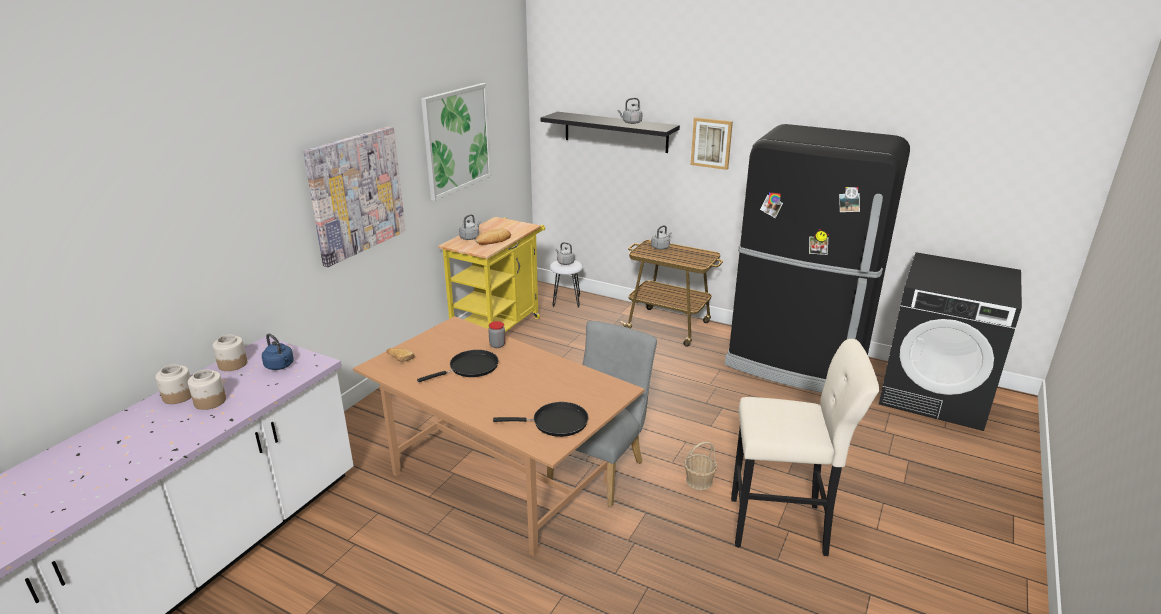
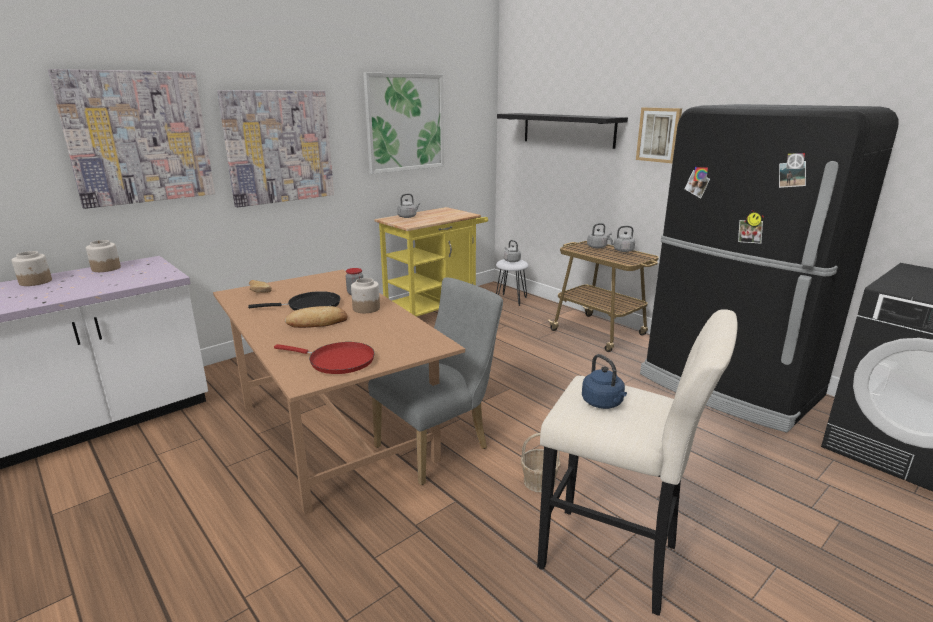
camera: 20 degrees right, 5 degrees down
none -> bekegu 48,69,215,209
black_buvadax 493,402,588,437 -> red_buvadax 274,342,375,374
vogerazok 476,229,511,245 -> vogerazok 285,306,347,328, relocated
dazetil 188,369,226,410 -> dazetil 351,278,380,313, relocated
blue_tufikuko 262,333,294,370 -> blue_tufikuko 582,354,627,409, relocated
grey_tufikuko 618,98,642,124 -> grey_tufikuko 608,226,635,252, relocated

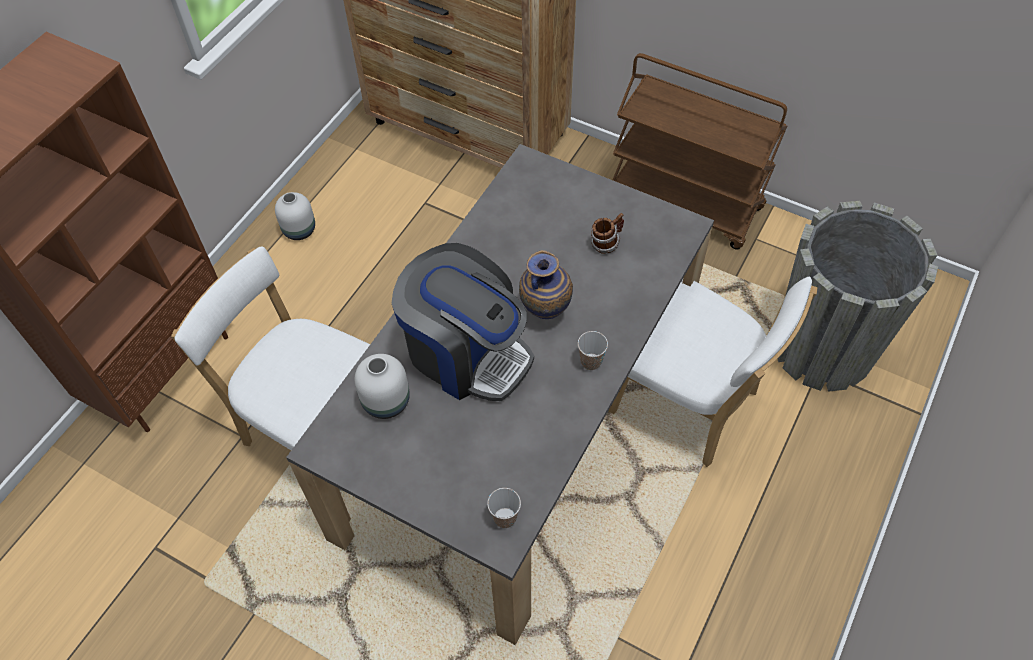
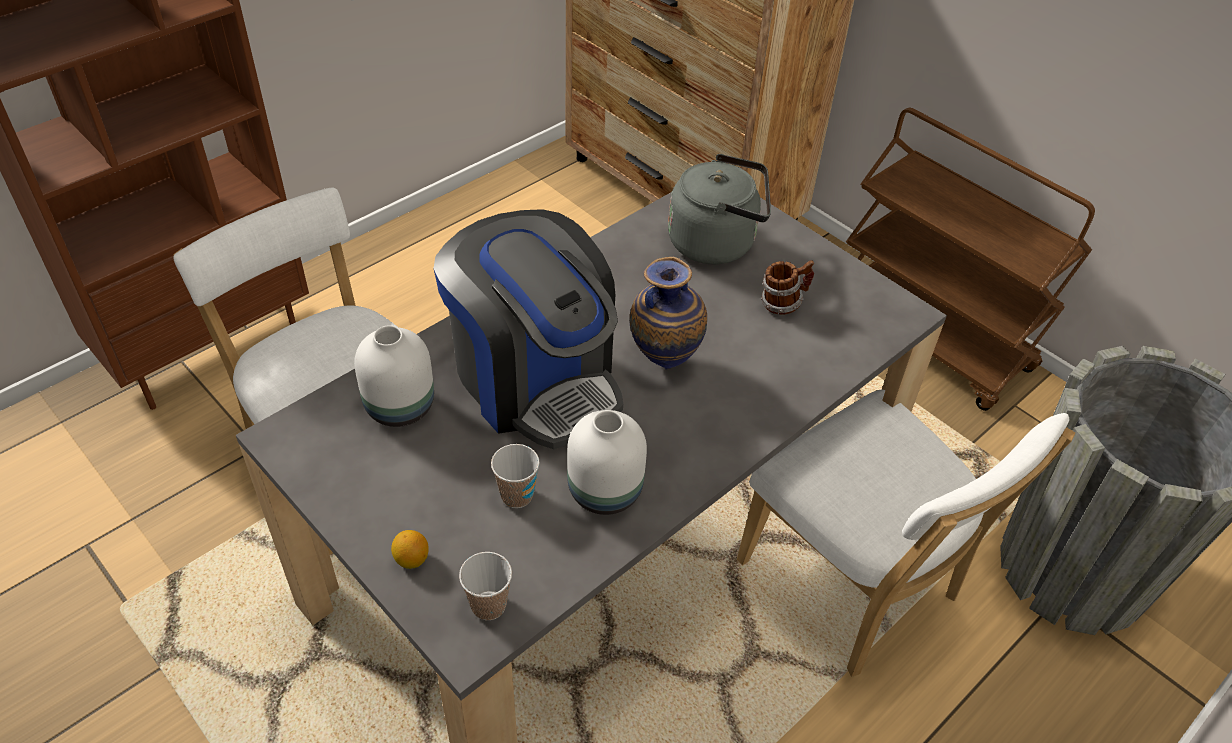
camera: 15 degrees right, 10 degrees down
none -> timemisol 391,530,429,569
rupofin 578,331,608,370 -> rupofin 491,444,540,508, relocated
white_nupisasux 275,192,315,240 -> white_nupisasux 567,410,647,515, relocated
none -> grey_tufikuko 668,154,771,264

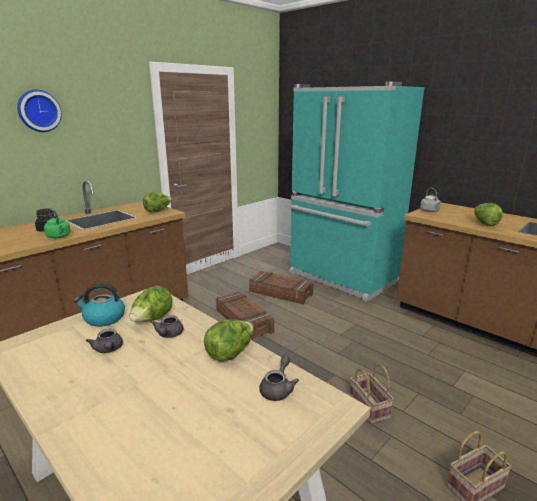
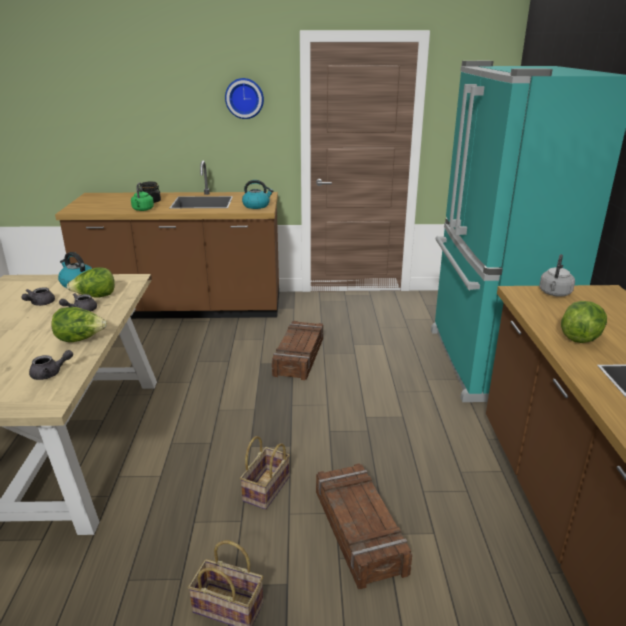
camera: 45 degrees right, 5 degrees up
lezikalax 17,90,62,132 -> lezikalax 225,78,264,119, relocated
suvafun 143,192,172,213 -> tufikuko 242,180,273,209
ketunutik 249,271,313,305 -> ketunutik 316,463,412,589, relocated

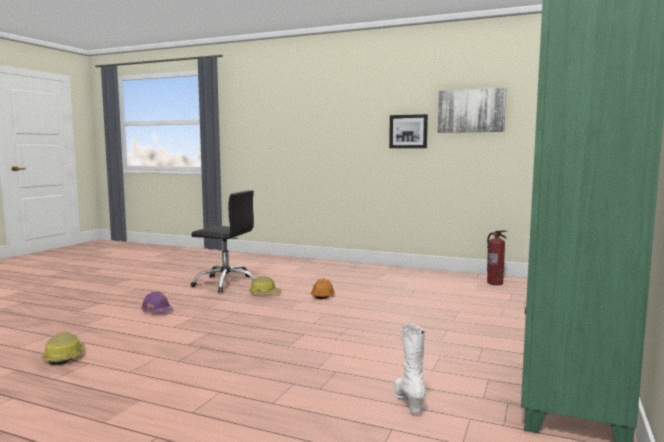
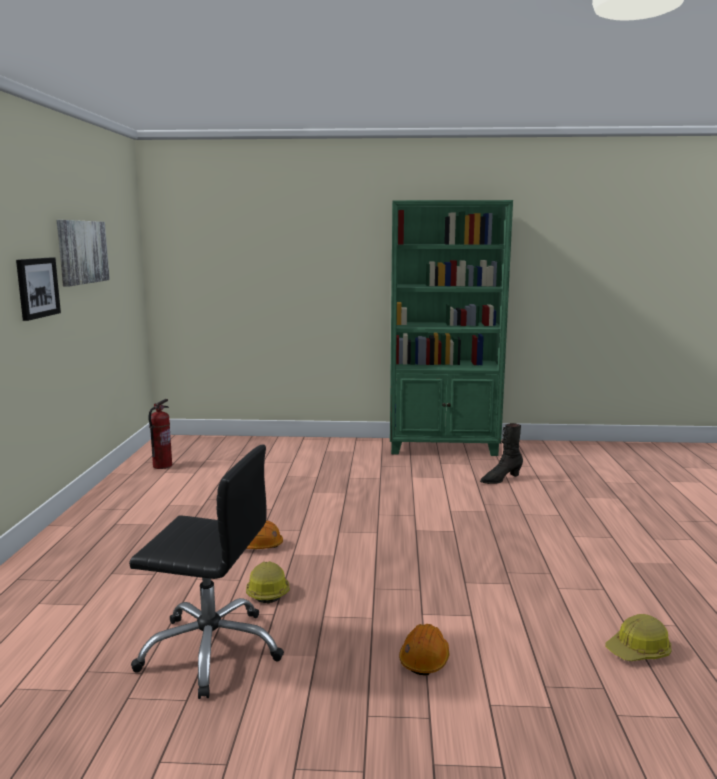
camera: 110 degrees left, 5 degrees up
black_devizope 191,190,255,293 -> black_devizope 129,445,284,699, 105 degrees clockwise
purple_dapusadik 141,292,173,313 -> orange_dapusadik 399,624,450,675
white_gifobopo 394,323,426,413 -> black_gifobopo 480,423,523,484

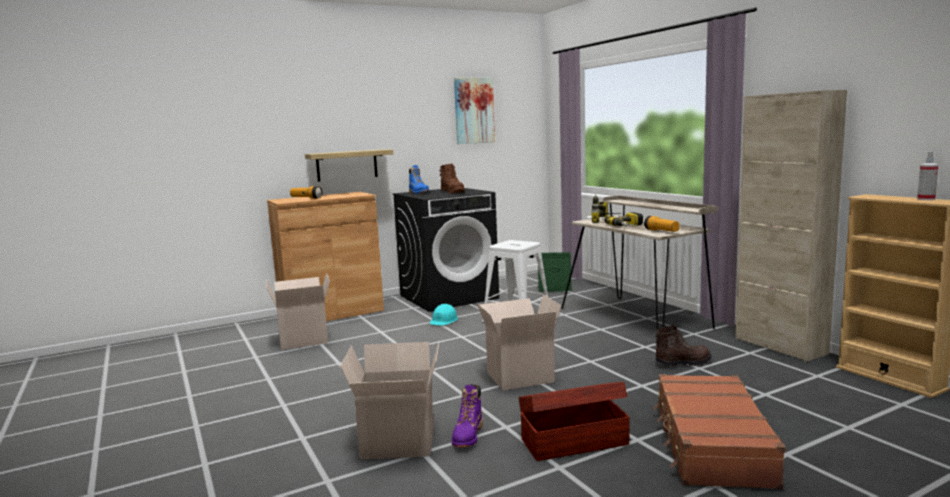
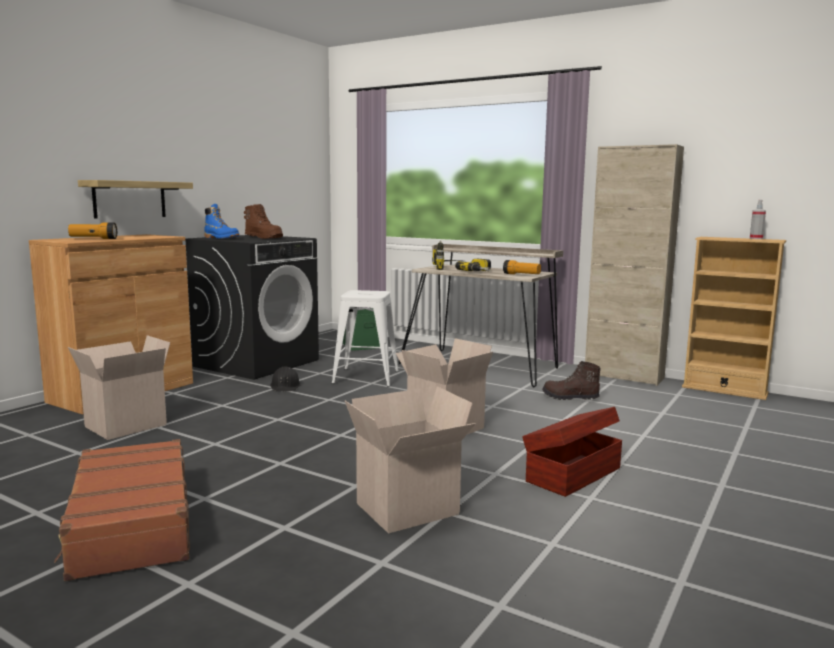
camera: 30 degrees left, 0 degrees up
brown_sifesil 654,374,786,489 -> brown_sifesil 54,439,190,581, relocated
turquoise_dapusadik 430,304,458,326 -> black_dapusadik 270,366,301,392
brown_gifobopo 655,325,712,366 -> brown_gifobopo 542,361,601,400, 120 degrees counterclockwise
purple_gifobopo 452,384,483,448 -> none
bekegu 454,78,495,144 -> none

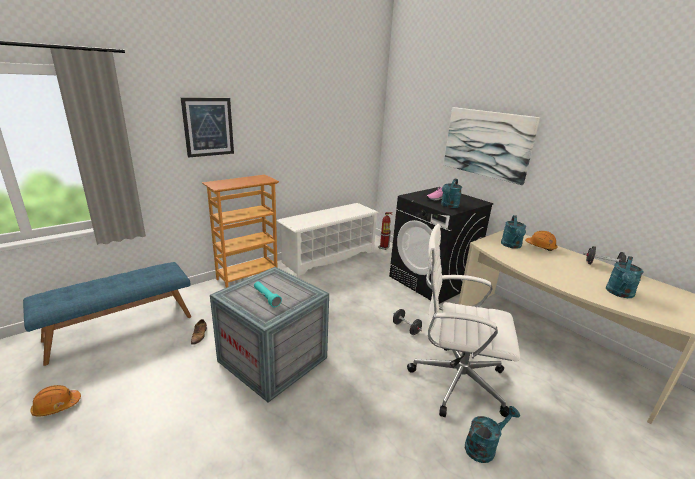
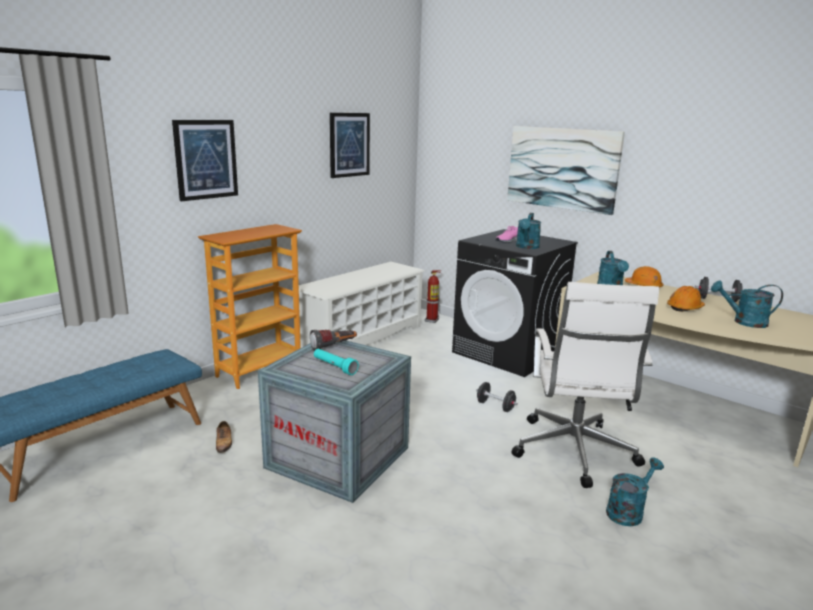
camera: 10 degrees left, 5 degrees down
none -> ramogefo 310,330,357,351
none -> bekegu 330,113,370,178
white_devizope 407,224,520,417 -> white_devizope 512,282,659,488, 90 degrees counterclockwise
orange_dapusadik 30,385,81,417 -> orange_dapusadik 667,286,705,312, relocated
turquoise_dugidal 606,256,643,298 -> turquoise_dugidal 711,281,783,328, 75 degrees clockwise

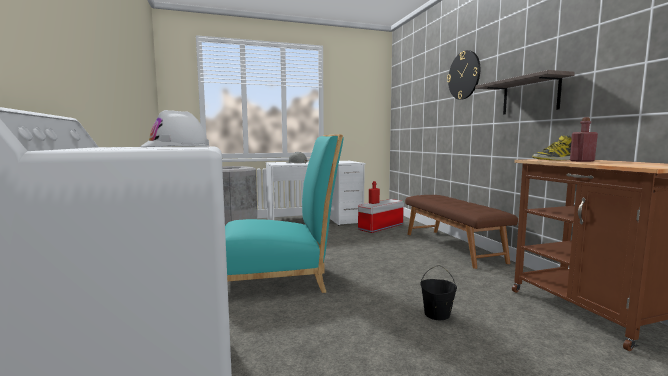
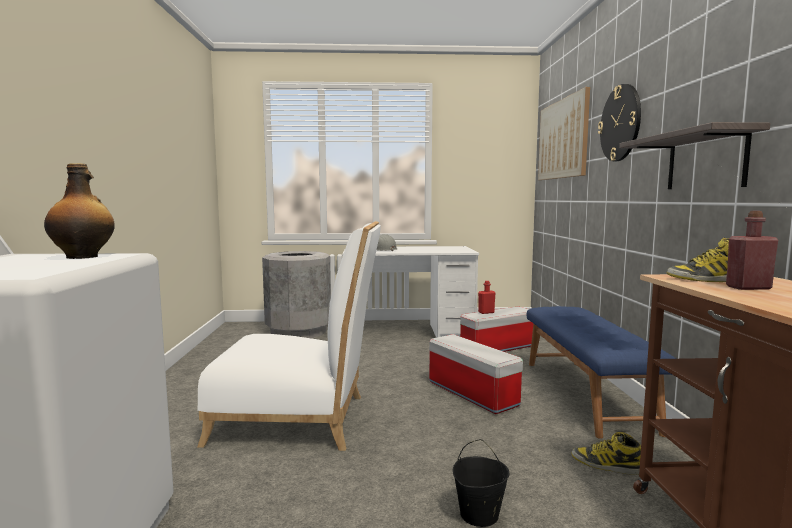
camera: 15 degrees right, 0 degrees up
white_dapusadik 141,110,209,147 -> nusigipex 44,163,115,259
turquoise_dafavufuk 225,134,344,293 -> white_dafavufuk 197,221,381,451
none -> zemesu 429,334,523,414
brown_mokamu 405,195,518,269 -> blue_mokamu 527,306,676,439
none -> bekegu 538,87,590,180
none -> gifobopo 572,432,641,475

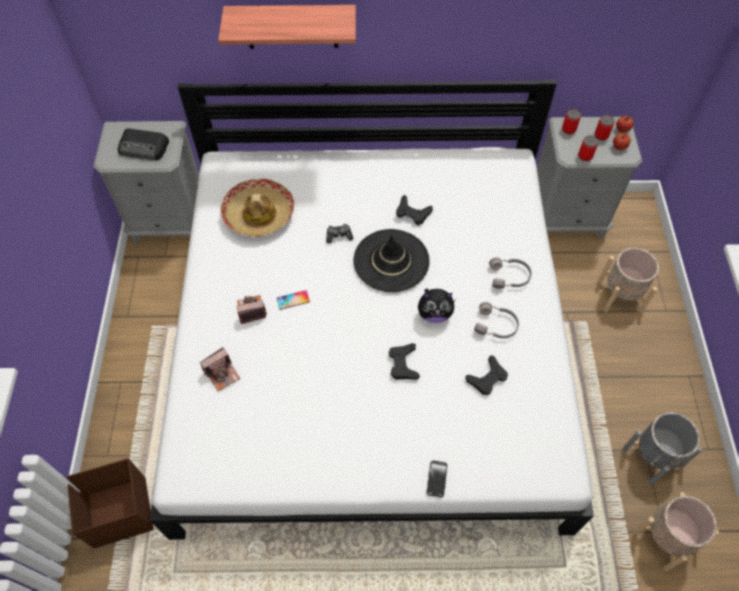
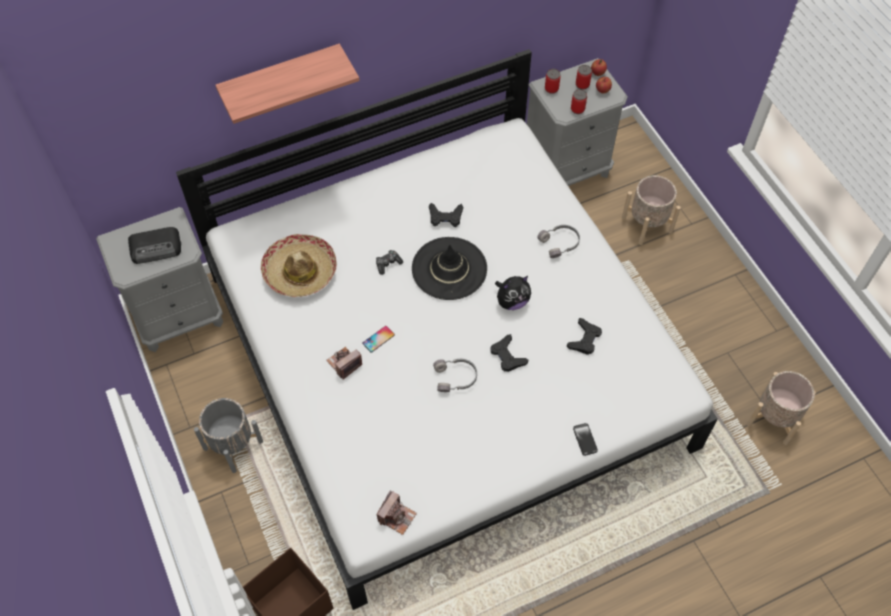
camera: 25 degrees left, 0 degrees up
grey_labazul 622,412,703,486 -> grey_labazul 194,398,263,473, relocated
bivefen 200,347,240,391 -> bivefen 377,491,417,535, relocated
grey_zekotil 474,302,519,338 -> grey_zekotil 433,359,477,392, relocated

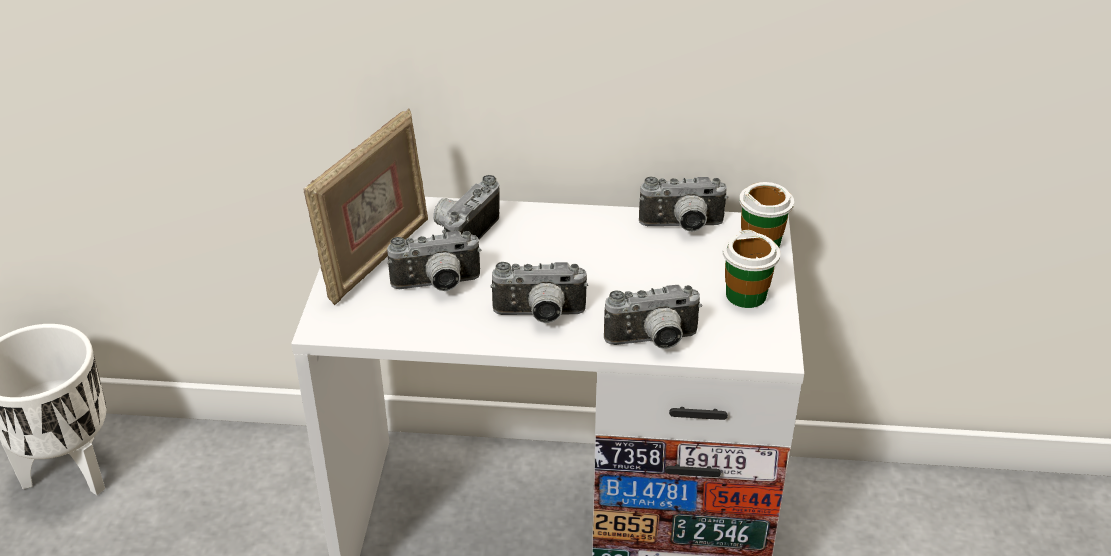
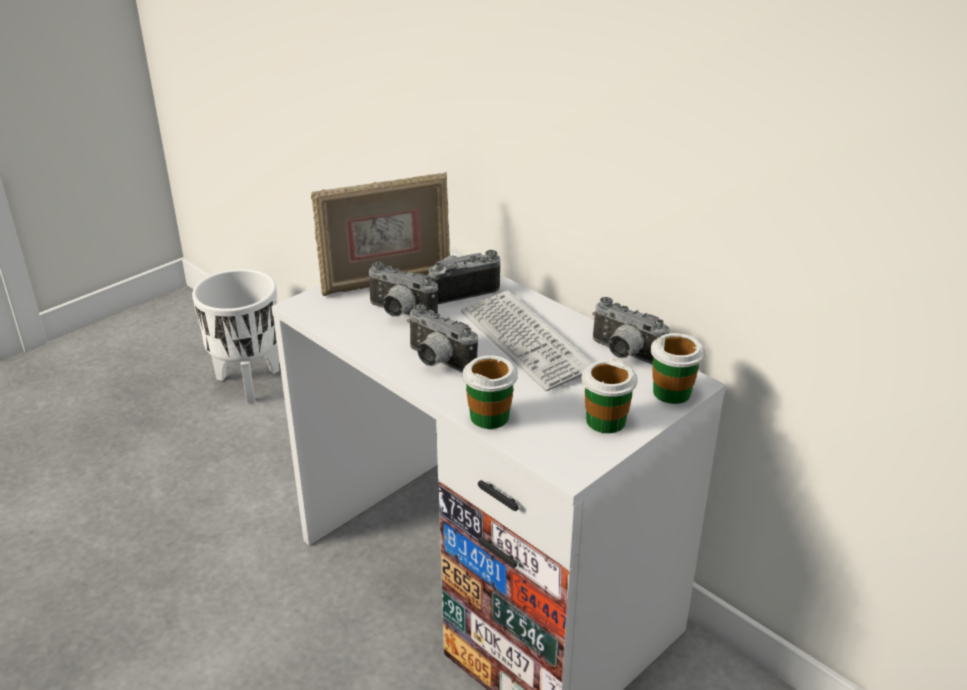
camera: 40 degrees right, 5 degrees down
none -> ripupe 461,291,593,391
bivefen 604,285,702,349 -> rupofin 463,355,518,429

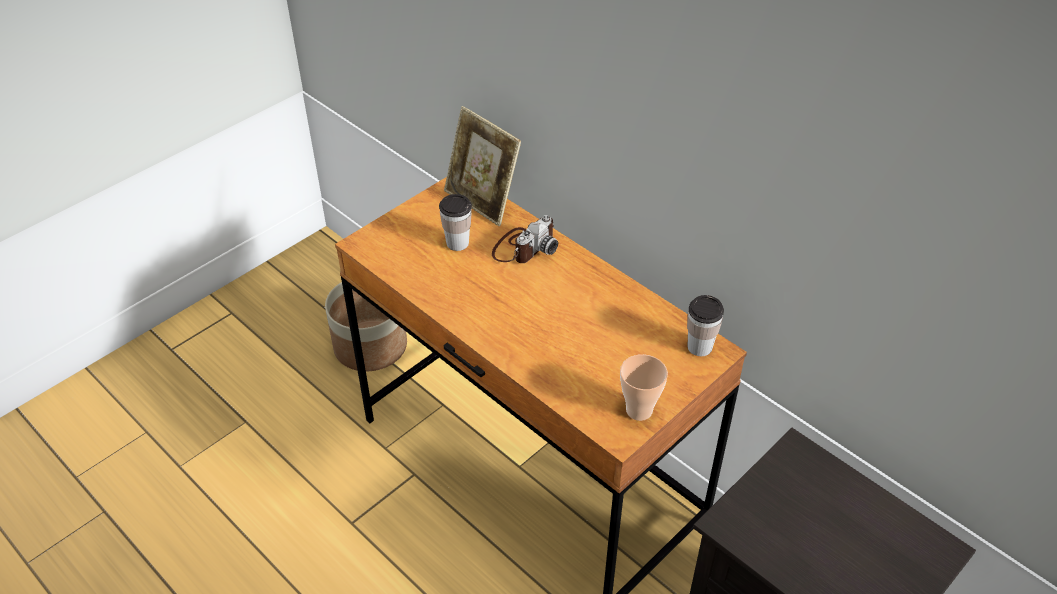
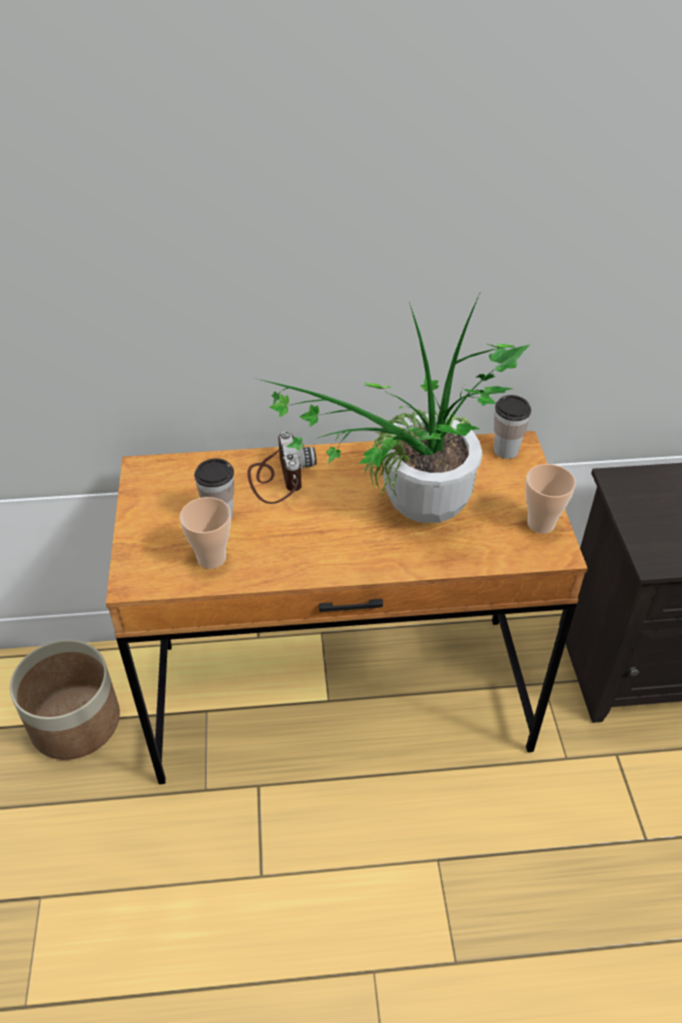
camera: 50 degrees left, 0 degrees up
none -> rupofin 179,497,231,569
none -> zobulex 255,294,531,523
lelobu 444,106,521,226 -> none

